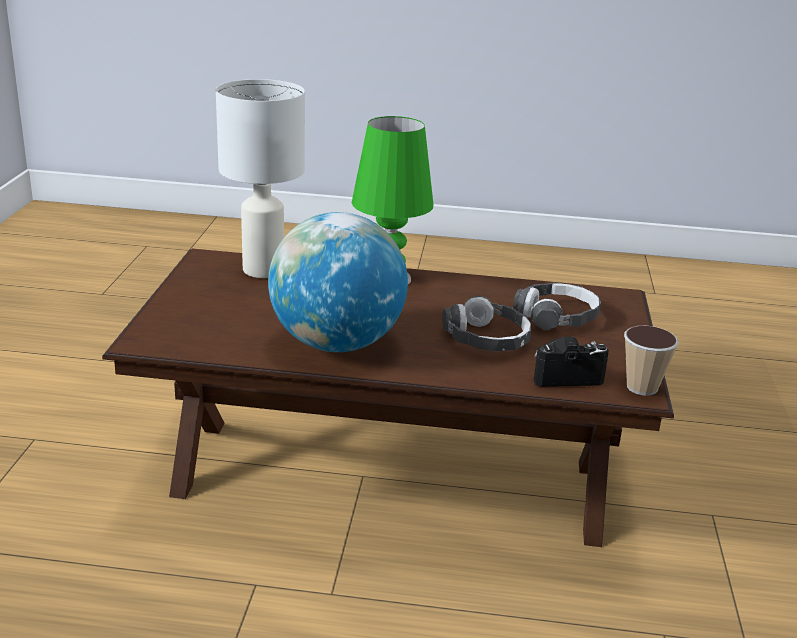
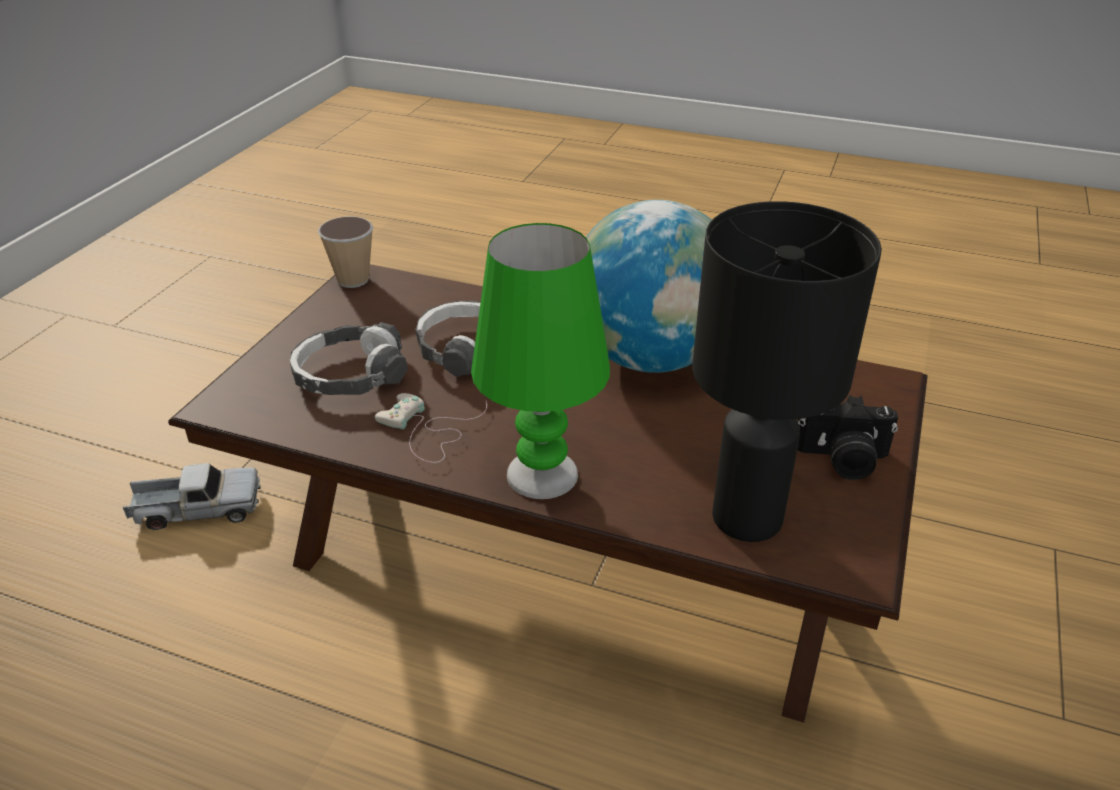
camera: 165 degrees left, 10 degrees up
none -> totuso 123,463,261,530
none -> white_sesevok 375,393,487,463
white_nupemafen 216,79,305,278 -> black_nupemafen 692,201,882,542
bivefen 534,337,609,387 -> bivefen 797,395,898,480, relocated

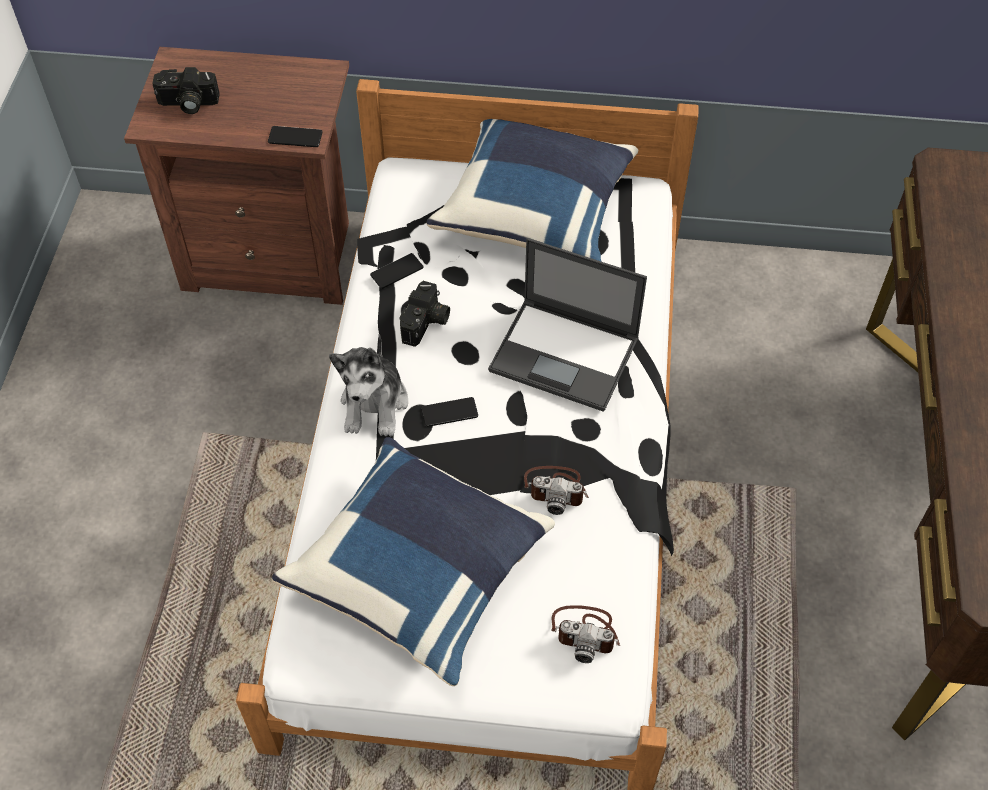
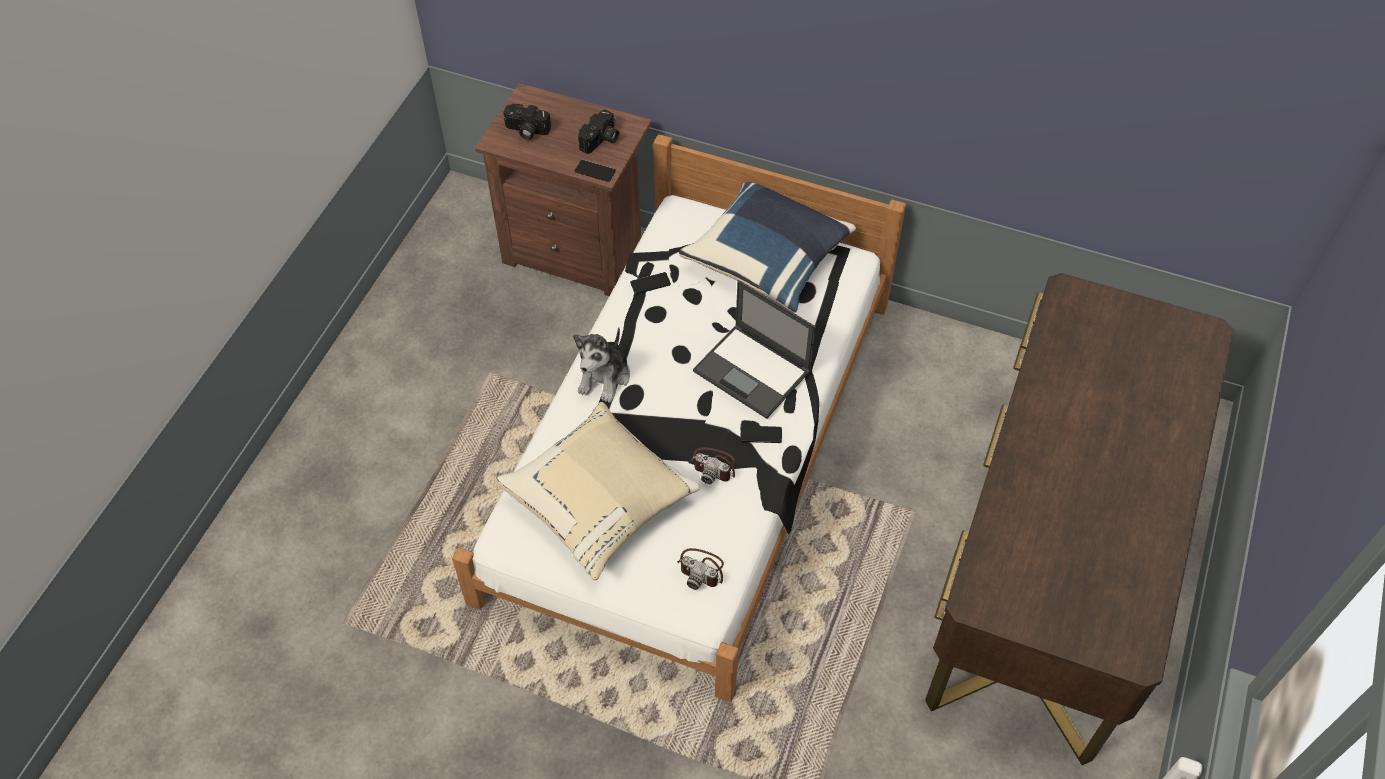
camera: 15 degrees right, 0 degrees up
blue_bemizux 272,437,555,686 -> beige_bemizux 495,402,700,580
bivefen 399,281,450,347 -> bivefen 578,109,619,154, relocated
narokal 421,397,478,427 -> narokal 740,426,782,443, relocated

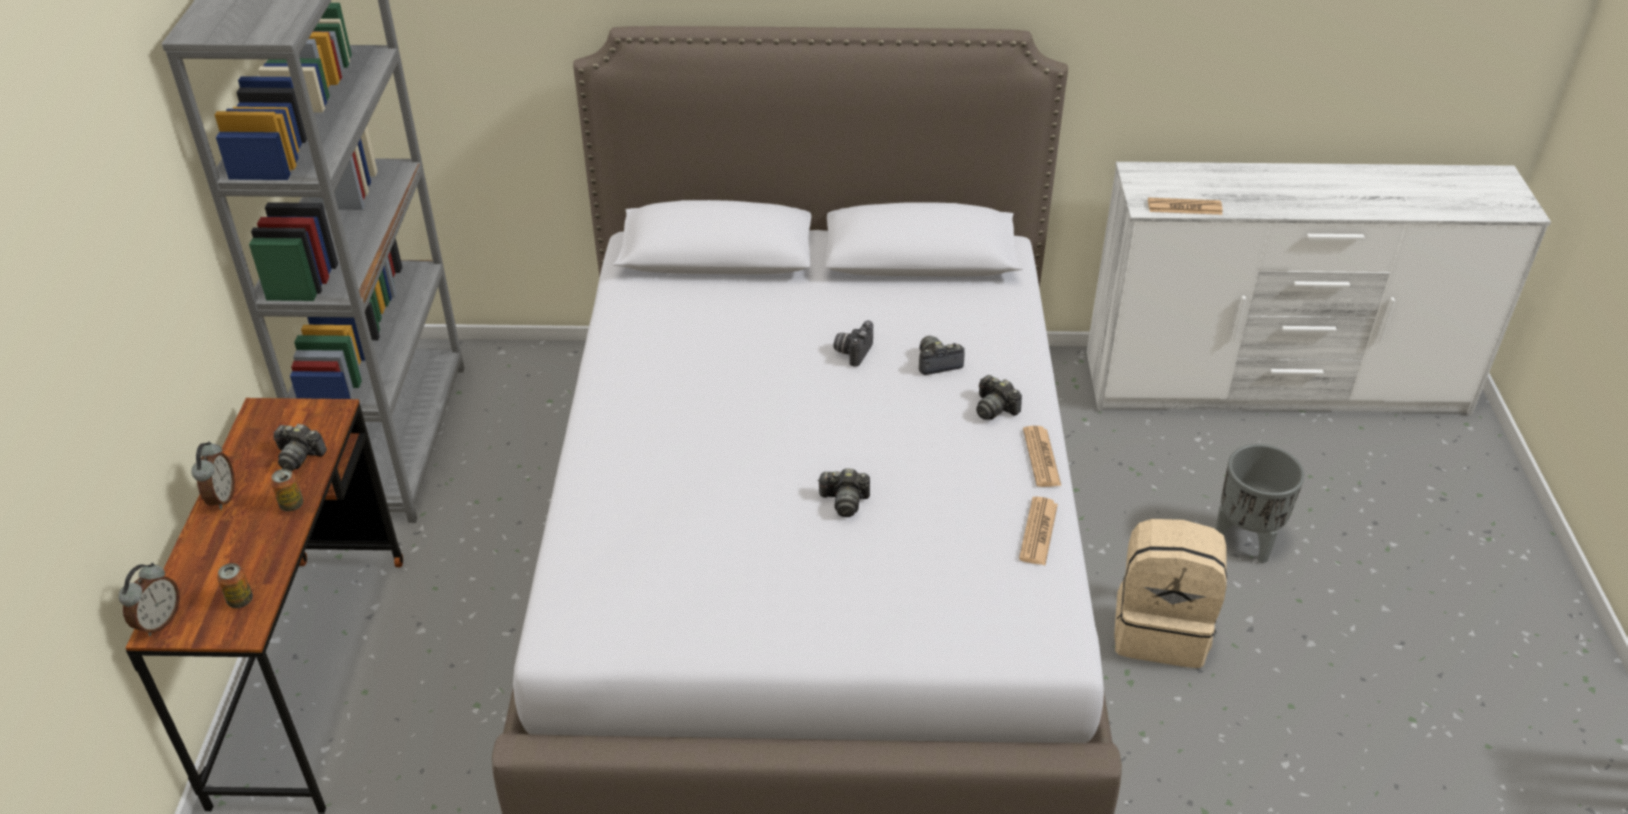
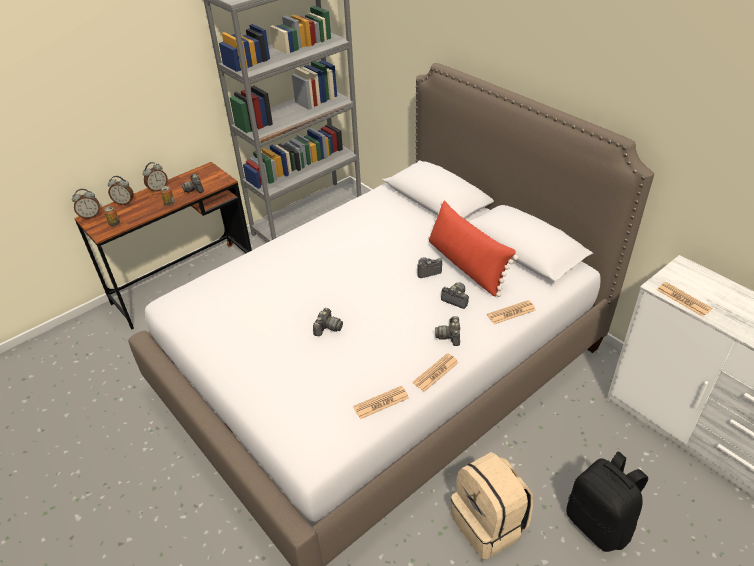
camera: 50 degrees right, 0 degrees up
none -> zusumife 108,176,134,205
bivefen 817,468,870,517 -> bivefen 313,308,343,336, 120 degrees counterclockwise
none -> red_bemizux 428,200,518,297
none -> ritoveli 487,300,536,324
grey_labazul 1215,444,1305,564 -> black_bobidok 566,452,648,552

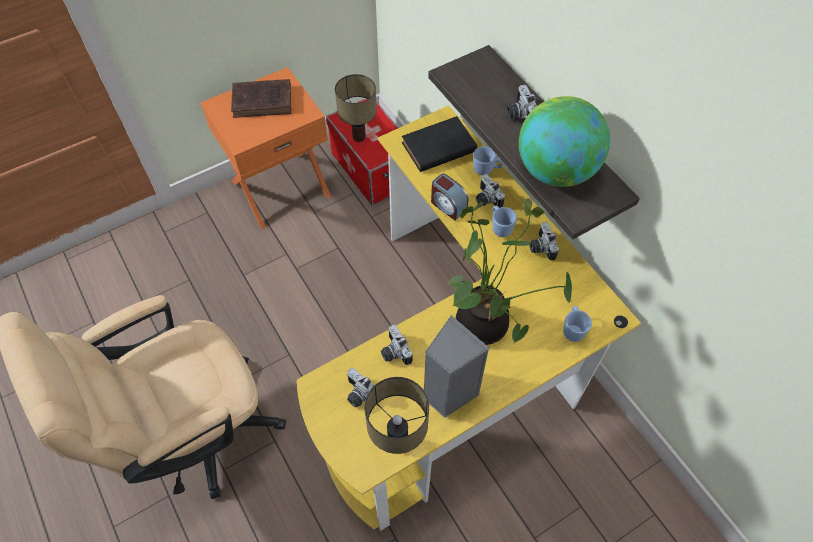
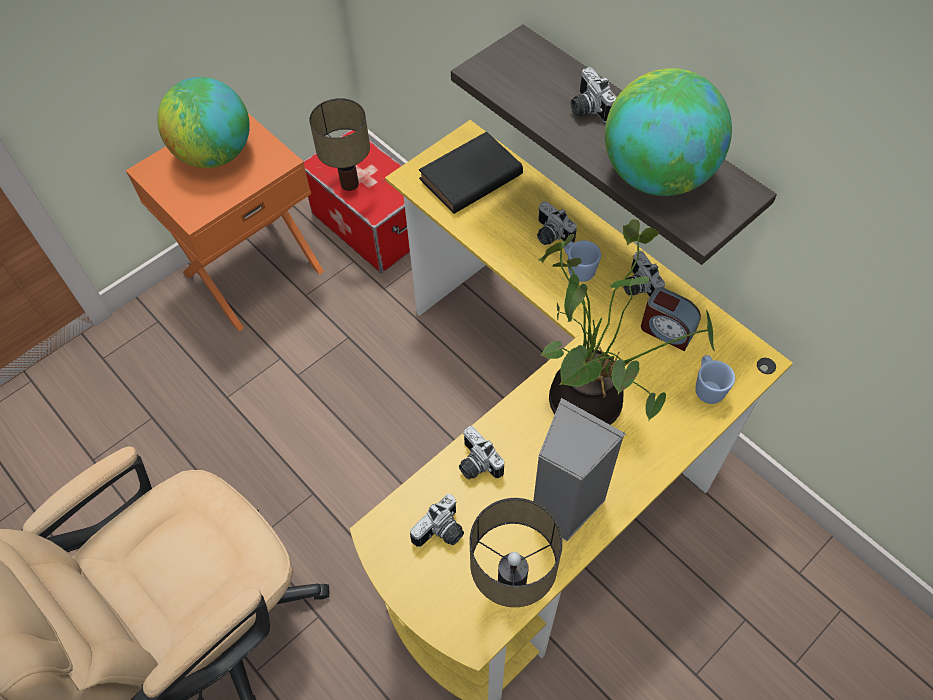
camera: 10 degrees left, 0 degrees up
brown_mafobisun 231,79,291,118 -> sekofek 157,77,250,168
bivefen 347,368,375,407 -> bivefen 410,494,464,547, 75 degrees counterclockwise
zusumife 431,174,468,220 -> zusumife 641,287,701,351, relocated
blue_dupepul 473,146,503,175 -> none

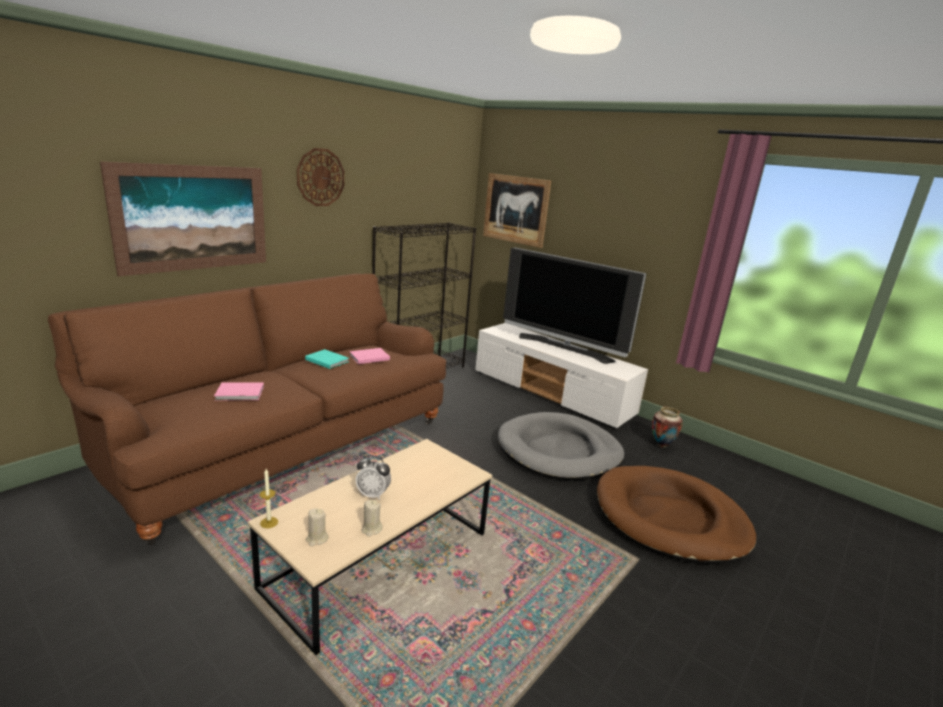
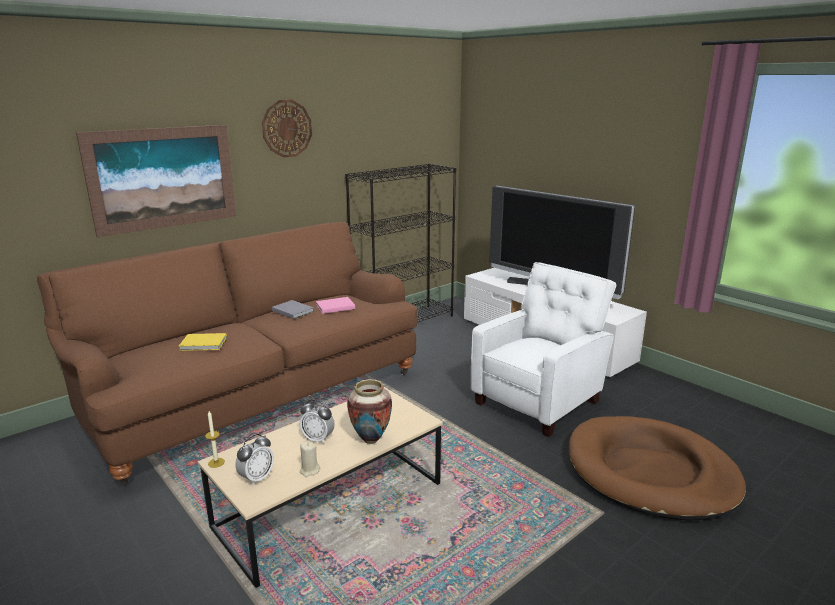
camera: 10 degrees right, 0 degrees up
pink_mafobisun 214,383,264,401 -> yellow_mafobisun 179,333,227,351
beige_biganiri 306,508,328,546 -> zusumife 235,434,274,486
turquoise_mafobisun 305,349,349,369 -> grey_mafobisun 272,300,314,319
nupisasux 652,407,683,448 -> nupisasux 347,379,392,444, relocated
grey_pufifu 498,412,624,480 -> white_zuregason 471,262,616,437
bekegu 483,173,551,248 -> none

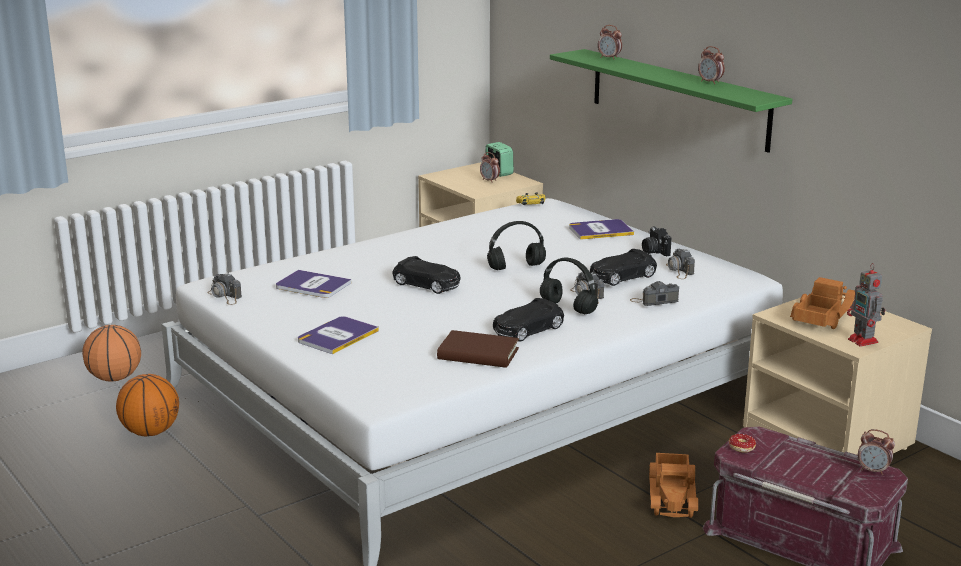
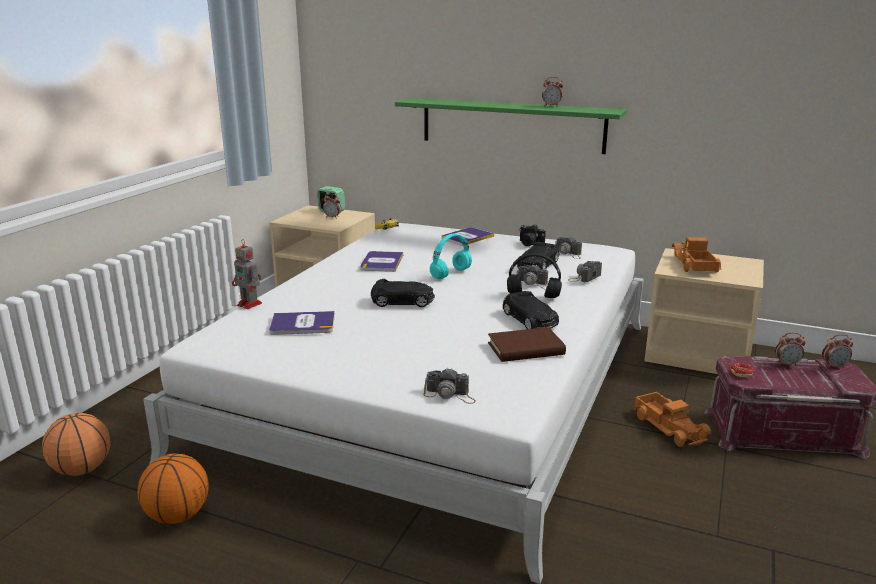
camera: 30 degrees left, 0 degrees up
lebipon 847,263,885,347 -> lebipon 232,239,262,309, relocated
mafobisun 298,316,379,354 -> mafobisun 360,251,403,272, relocated
bivefen 207,273,242,305 -> bivefen 423,369,476,404, relocated
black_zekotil 487,221,546,270 -> turquoise_zekotil 430,234,472,279
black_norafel 493,298,564,342 -> black_norafel 503,291,559,329, 45 degrees counterclockwise
zusumife 598,25,622,60 -> zusumife 775,332,806,366, relocated

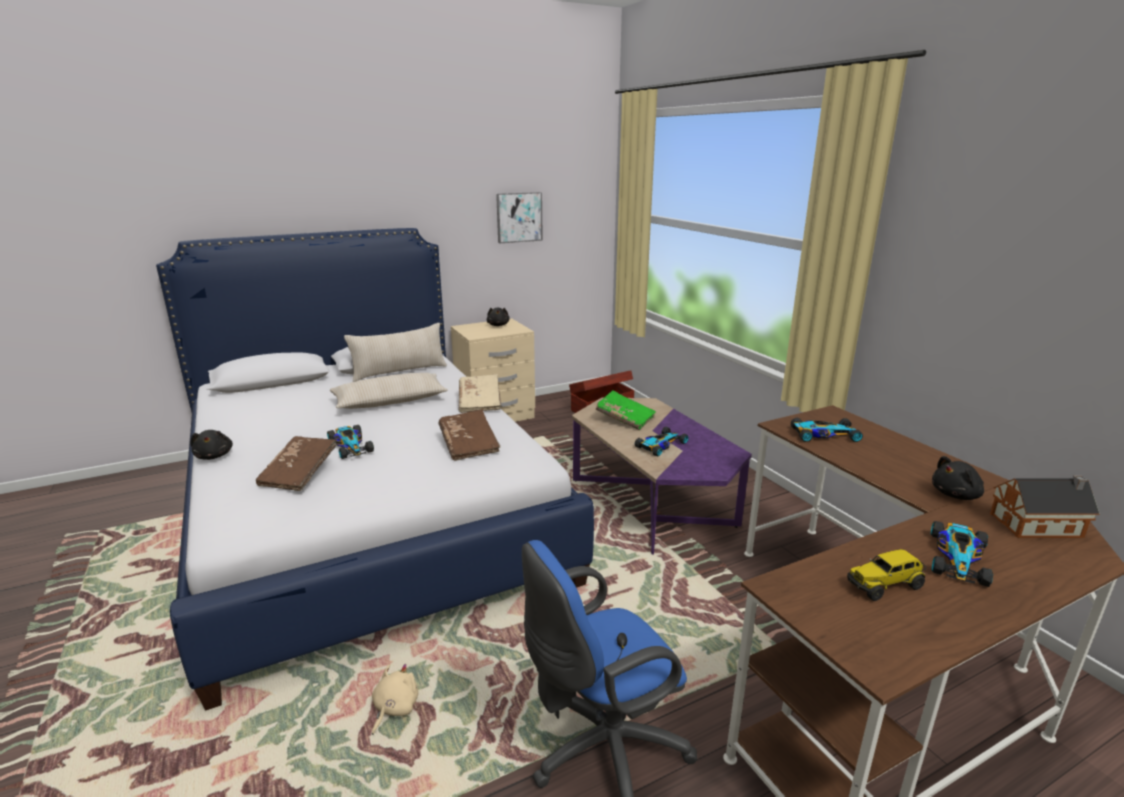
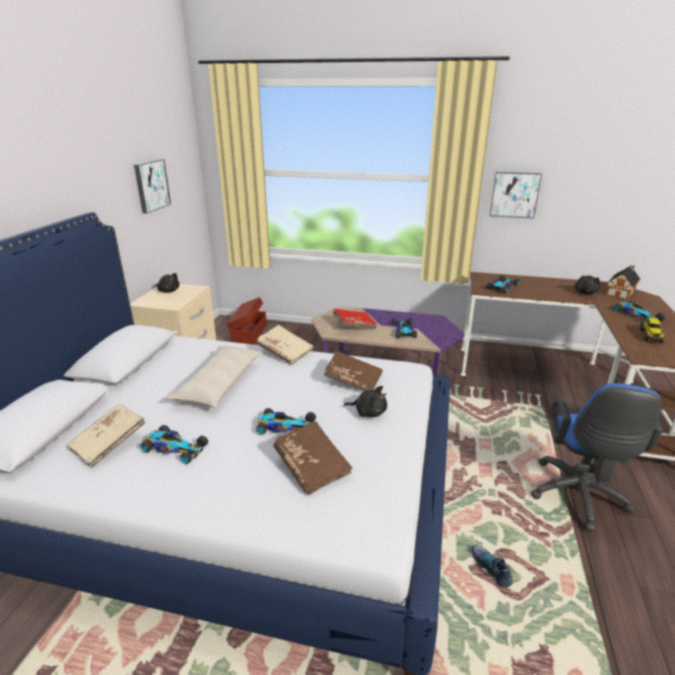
camera: 50 degrees left, 5 degrees up
none -> beige_mafobisun 67,404,145,467
none -> norafel 140,425,208,464
green_mafobisun 596,390,656,430 -> red_mafobisun 333,309,377,328
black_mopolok 190,430,233,460 -> black_mopolok 344,386,387,417, relocated
beige_mopolok 372,664,418,735 -> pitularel 471,545,513,588
none -> bekegu 490,172,542,219
beige_bemizux 344,323,447,382 -> none

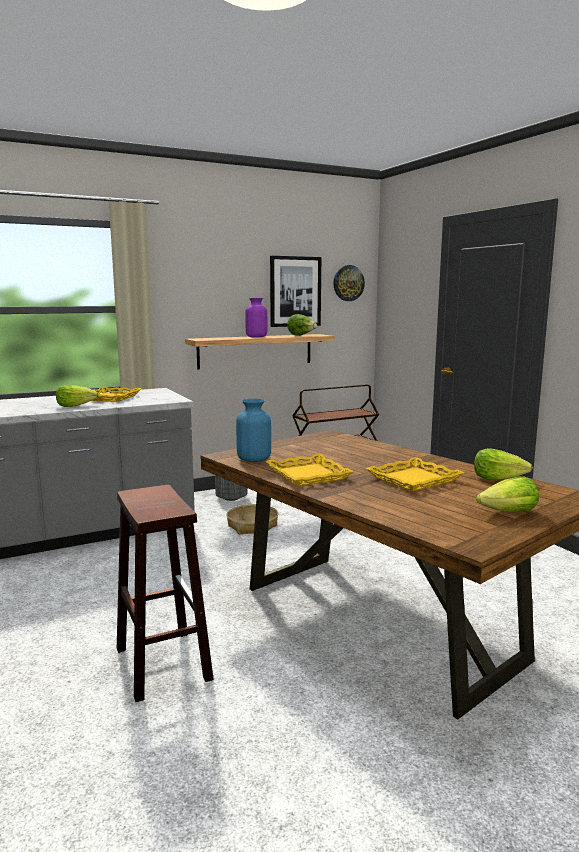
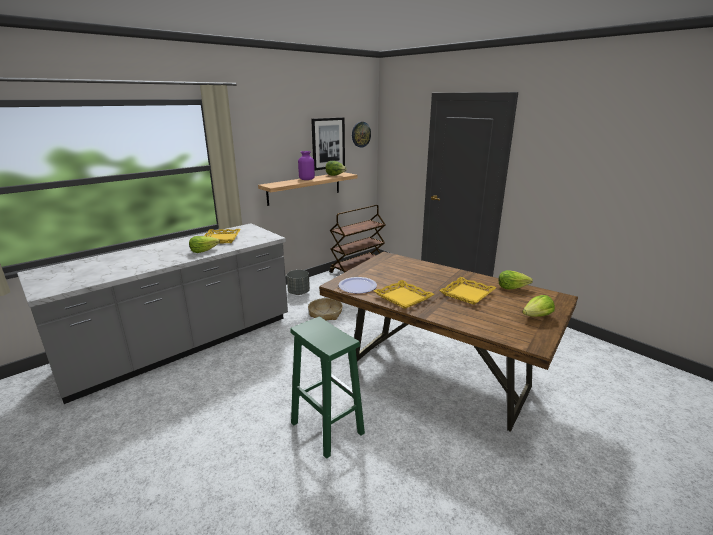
camera: 15 degrees left, 10 degrees up
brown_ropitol 117,485,214,702 -> green_ropitol 290,317,365,459
blue_nupisasux 236,398,271,462 -> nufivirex 339,277,377,293

